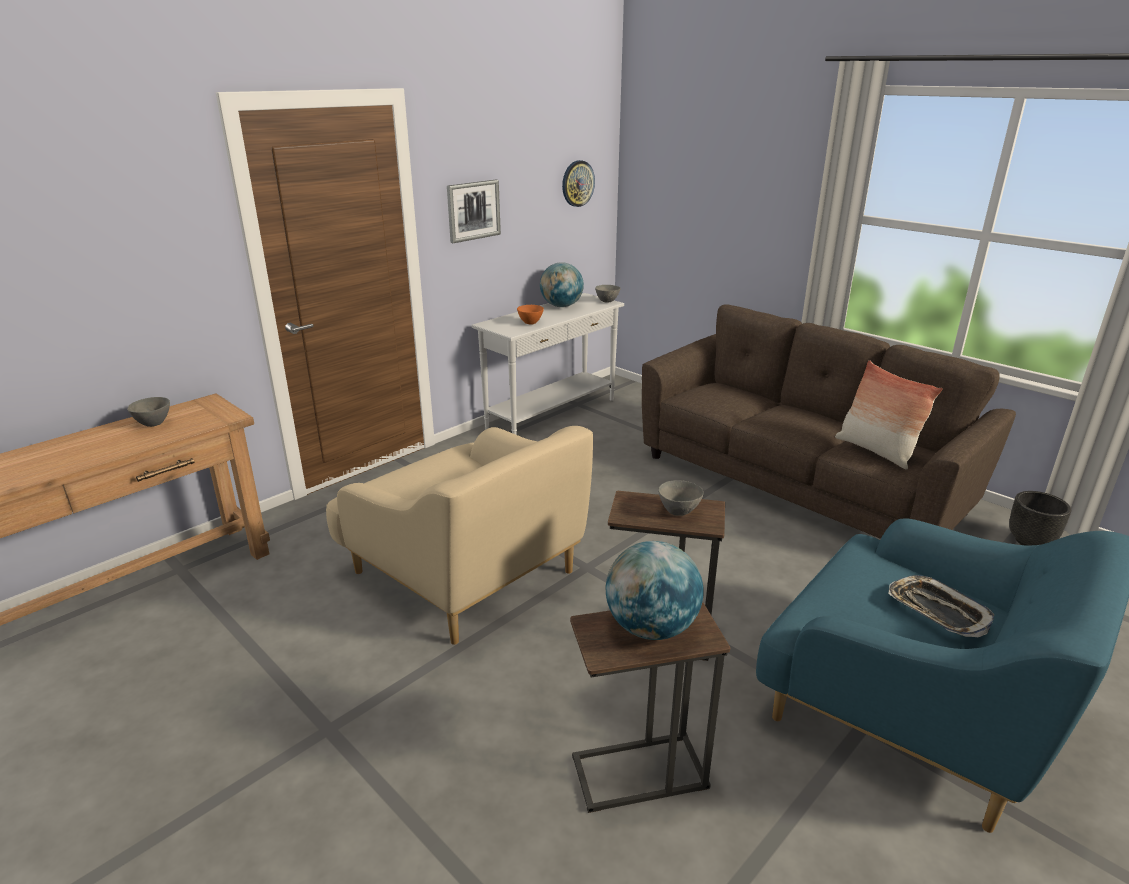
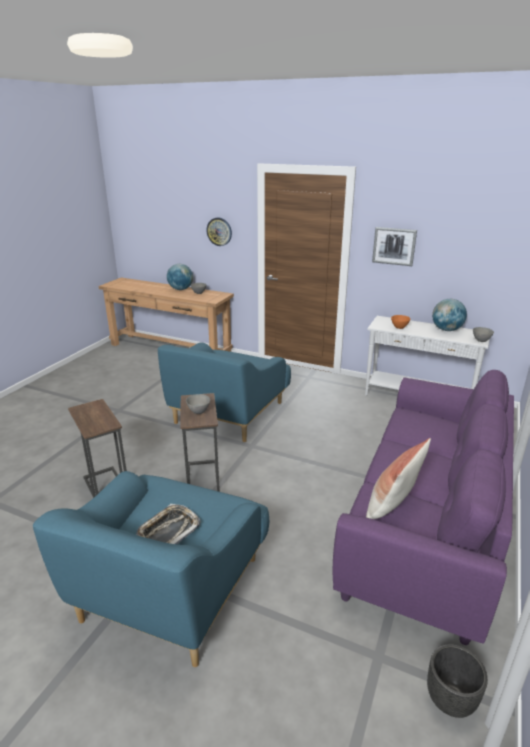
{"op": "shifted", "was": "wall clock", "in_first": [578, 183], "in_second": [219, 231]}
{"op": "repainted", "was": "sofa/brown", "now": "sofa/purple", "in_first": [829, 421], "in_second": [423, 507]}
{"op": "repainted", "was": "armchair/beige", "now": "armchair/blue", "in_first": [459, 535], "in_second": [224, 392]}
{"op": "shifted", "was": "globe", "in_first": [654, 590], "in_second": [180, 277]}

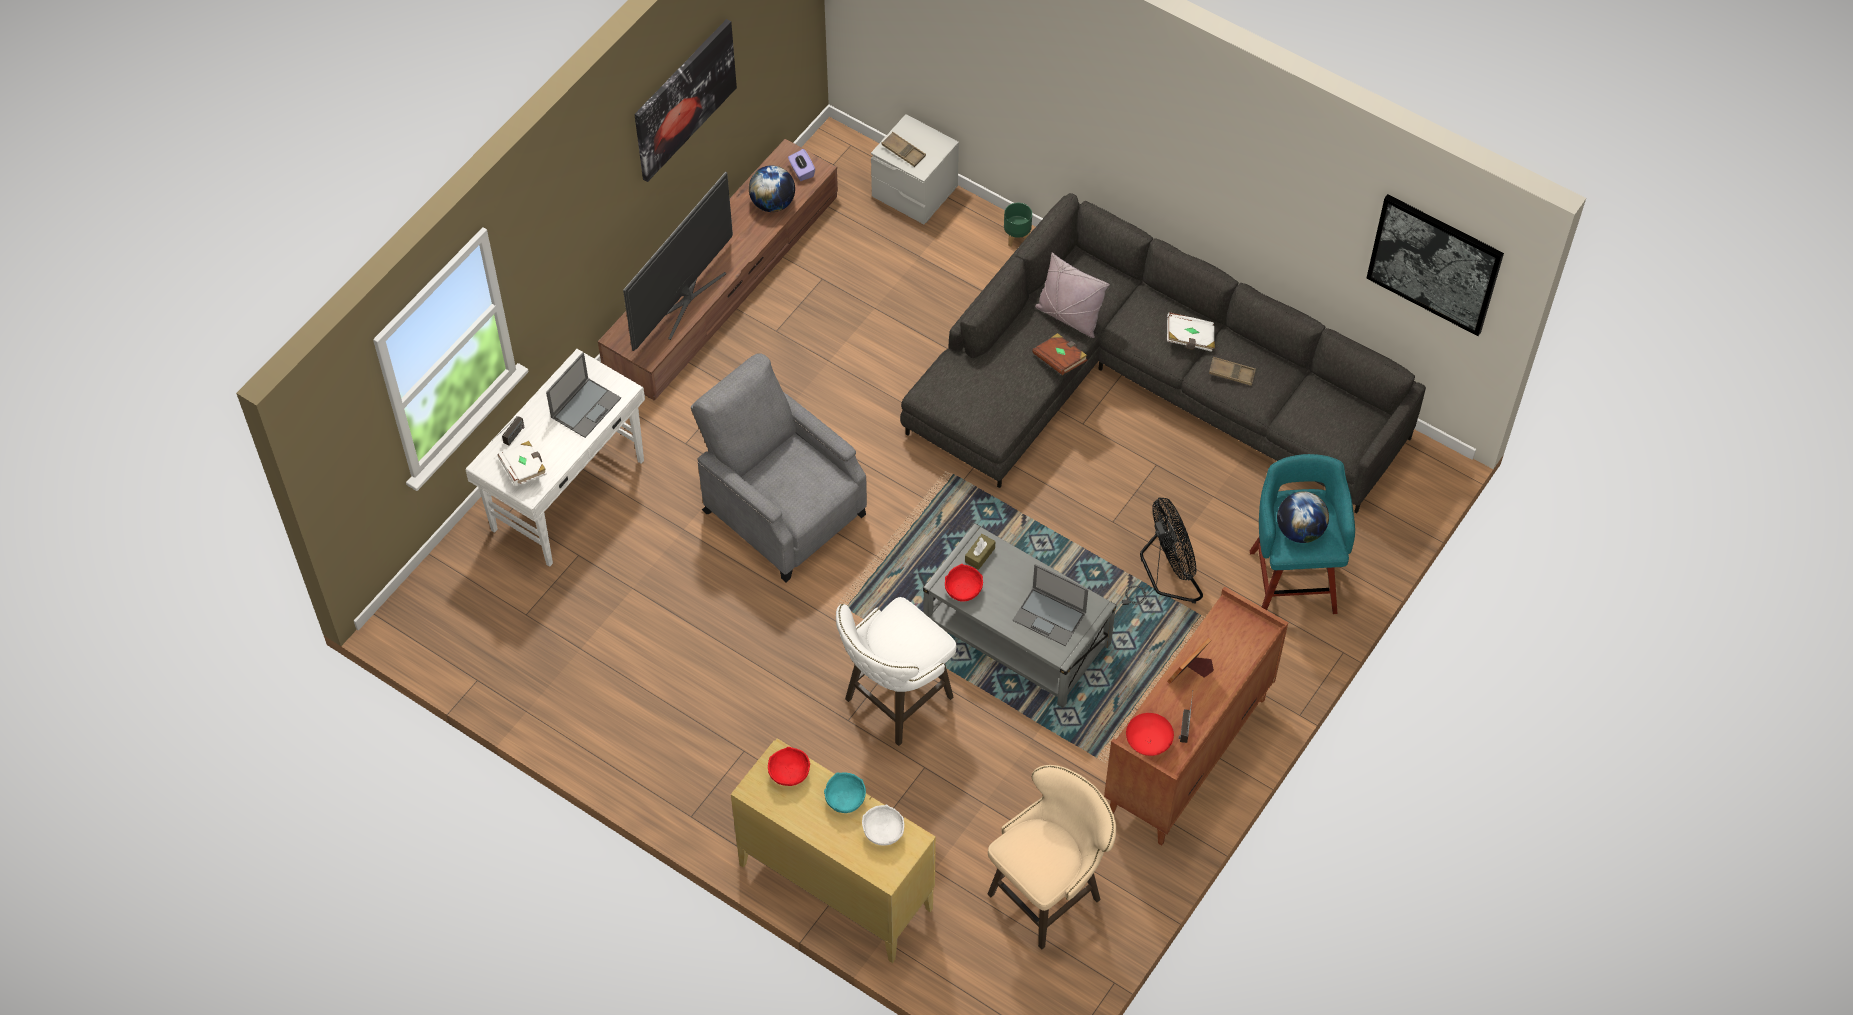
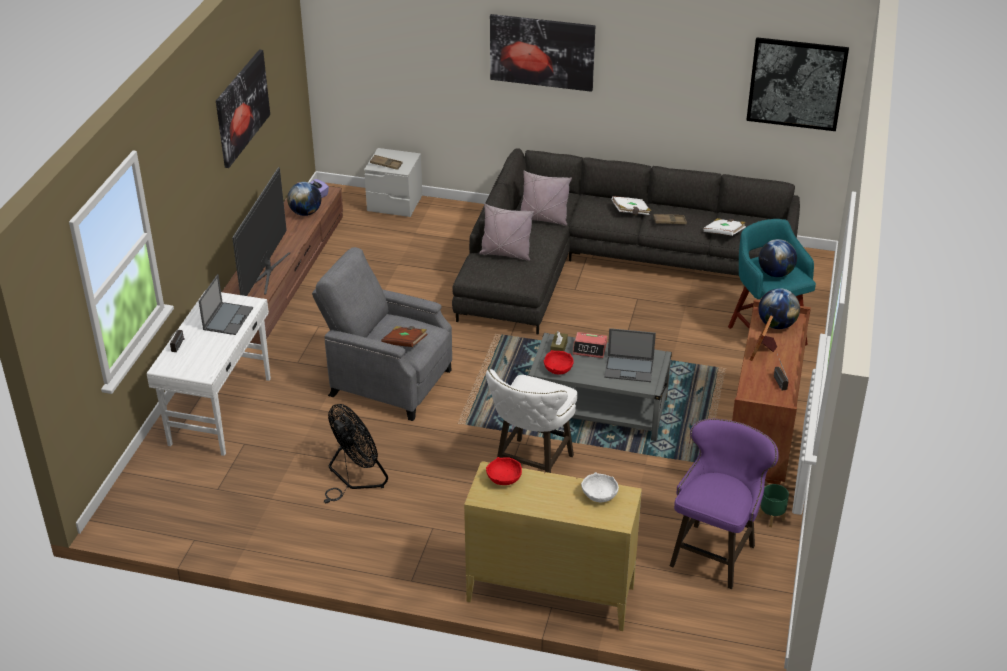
{"op": "shifted", "was": "planter/green", "in_first": [1018, 225], "in_second": [774, 505]}
{"op": "shifted", "was": "book/brown", "in_first": [1060, 354], "in_second": [404, 336]}
{"op": "shifted", "was": "book/white", "in_first": [522, 463], "in_second": [724, 227]}
{"op": "shifted", "was": "fan/black", "in_first": [1161, 551], "in_second": [355, 454]}
{"op": "gone", "was": "bowl/red", "in_first": [1150, 734]}
{"op": "repainted", "was": "stool/beige", "now": "stool/purple", "in_first": [1052, 857], "in_second": [724, 504]}
{"op": "gone", "was": "bowl/turquoise", "in_first": [845, 792]}
{"op": "new", "now": "picture", "in_second": [542, 53]}
{"op": "new", "now": "pillow/purple", "in_second": [506, 232]}
{"op": "new", "now": "globe", "in_second": [779, 308]}
{"op": "new", "now": "alarm clock", "in_second": [590, 345]}

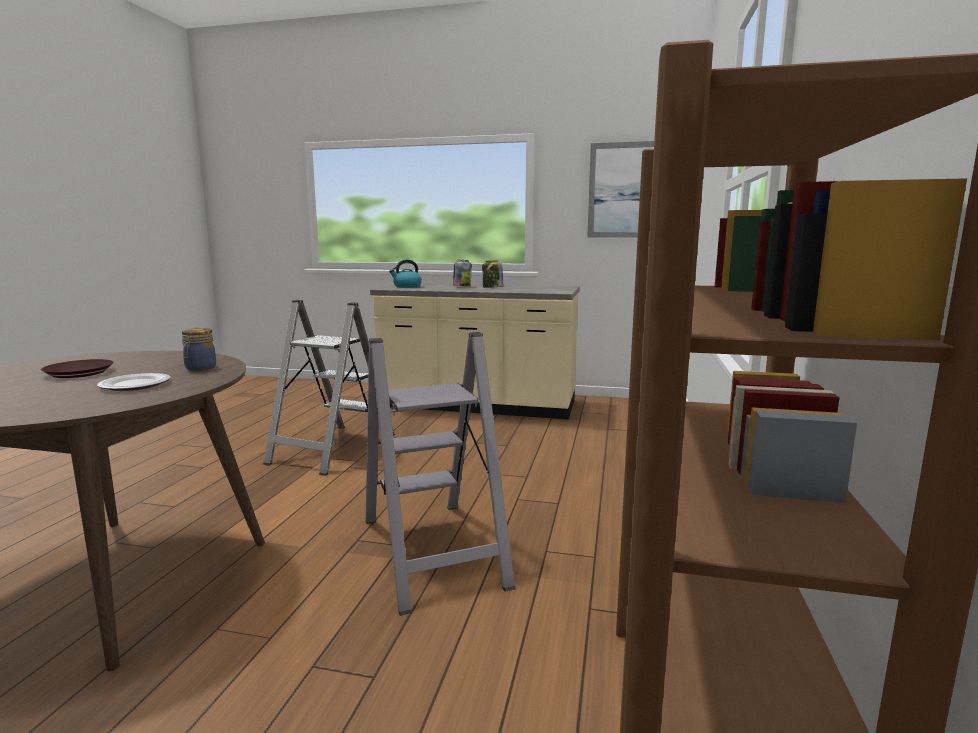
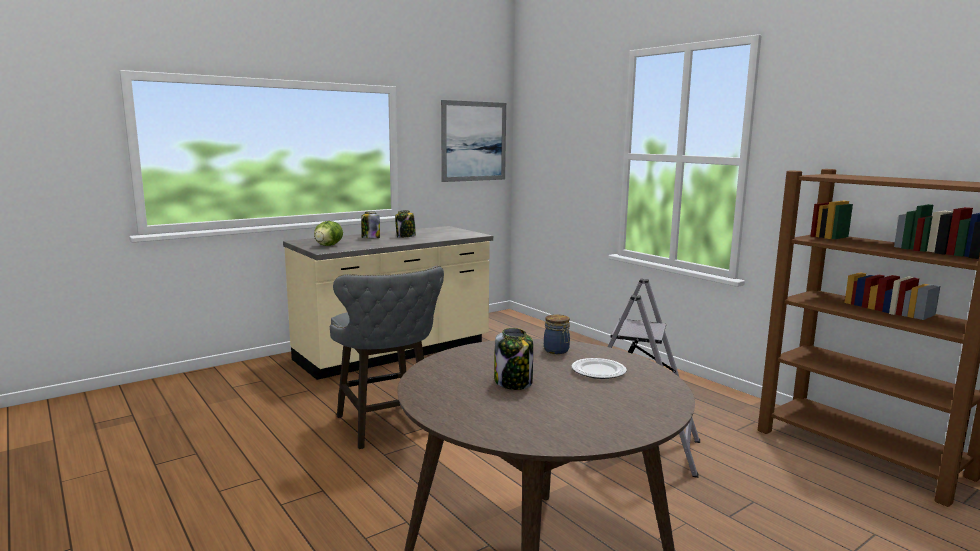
{"op": "swapped", "was": "kettle", "now": "lettuce", "in_first": [405, 274], "in_second": [328, 233]}
{"op": "swapped", "was": "step ladder/grey", "now": "stool/grey", "in_first": [329, 388], "in_second": [387, 357]}
{"op": "swapped", "was": "plate/brown", "now": "jar", "in_first": [77, 368], "in_second": [513, 359]}

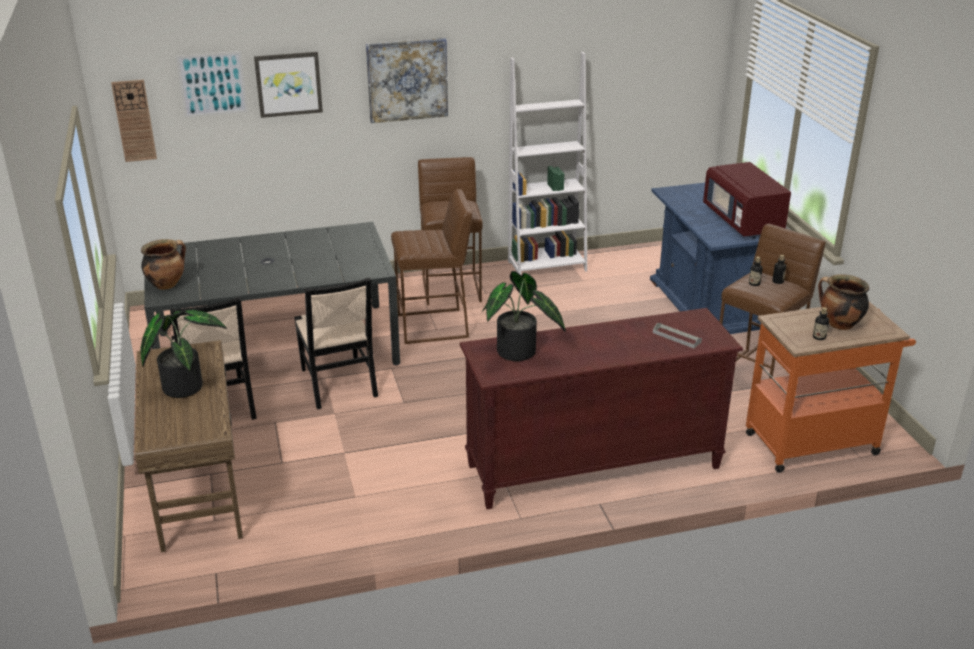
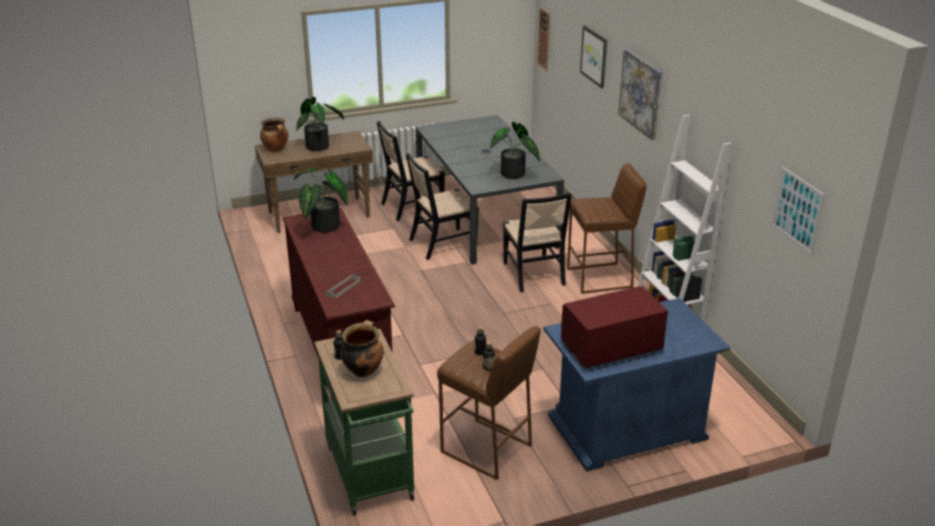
{"op": "shifted", "was": "picture", "in_first": [212, 84], "in_second": [798, 211]}
{"op": "swapped", "was": "stool/brown", "now": "chair", "in_first": [431, 266], "in_second": [537, 242]}
{"op": "shifted", "was": "cooking pot", "in_first": [163, 264], "in_second": [274, 135]}
{"op": "repainted", "was": "cart/orange", "now": "cart/green", "in_first": [831, 387], "in_second": [364, 422]}
{"op": "new", "now": "potted plant", "in_second": [515, 150]}

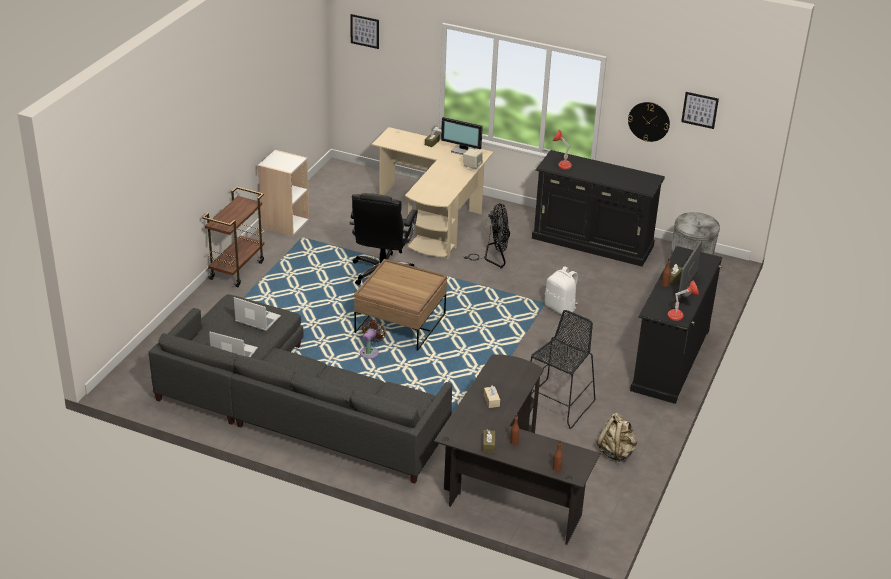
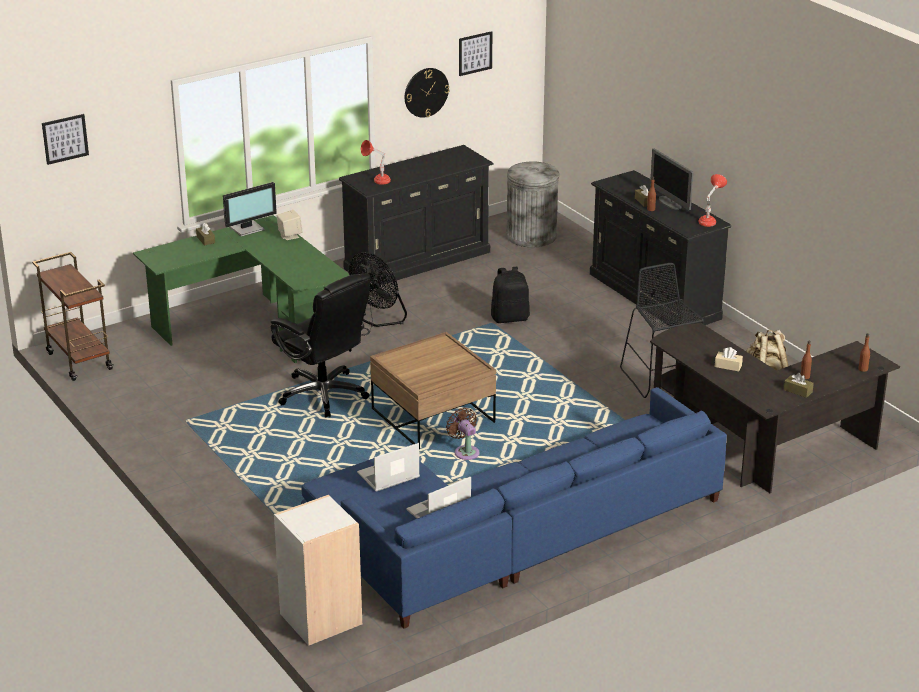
{"op": "repainted", "was": "desk/beige", "now": "desk/green", "in_first": [433, 193], "in_second": [241, 289]}
{"op": "shifted", "was": "bookcase", "in_first": [283, 193], "in_second": [318, 570]}
{"op": "shifted", "was": "cart/brown", "in_first": [233, 237], "in_second": [73, 316]}
{"op": "repainted", "was": "backpack/white", "now": "backpack/black", "in_first": [561, 290], "in_second": [510, 295]}
{"op": "repainted", "was": "sofa/grey", "now": "sofa/blue", "in_first": [300, 389], "in_second": [514, 507]}

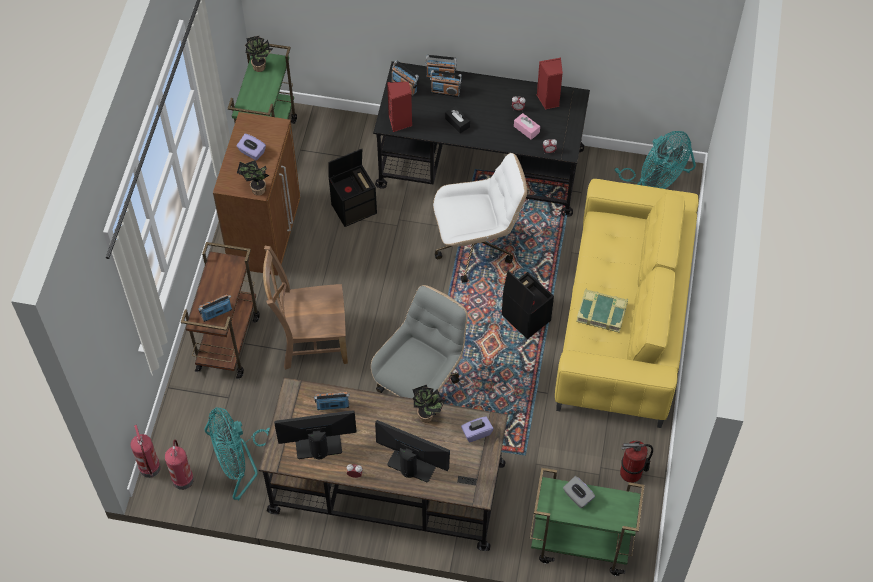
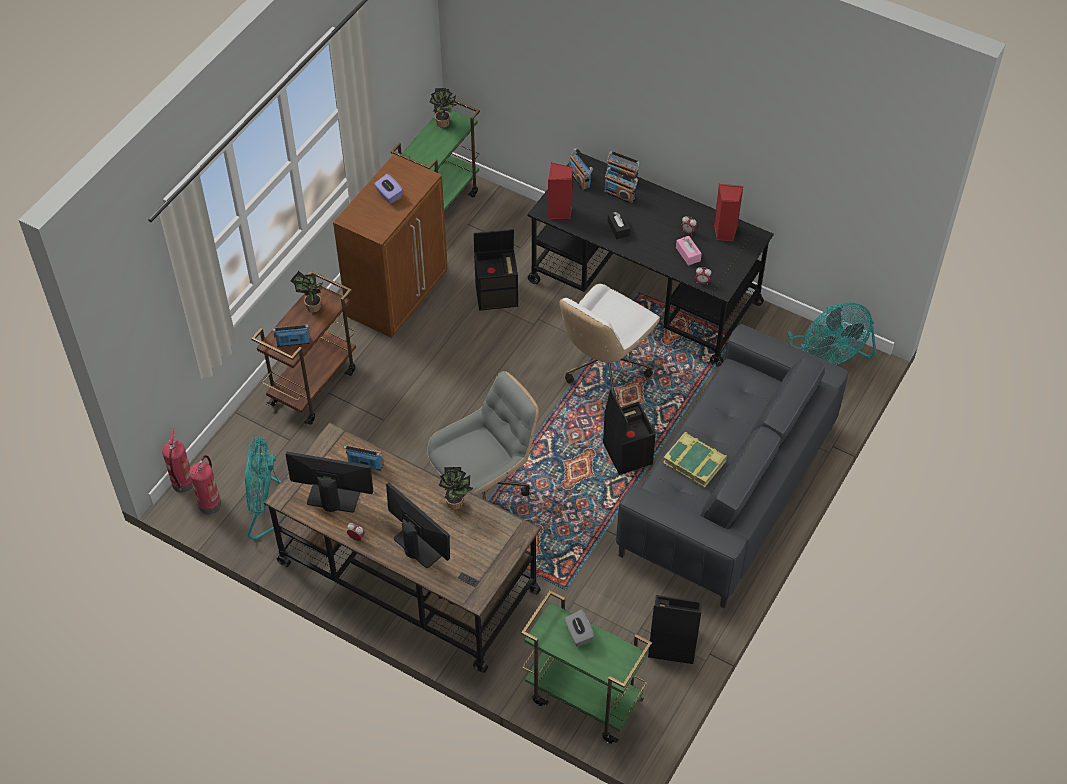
{"op": "rotated", "was": "office chair/white", "in_first": [480, 218], "in_second": [609, 341], "clockwise": 120}
{"op": "shifted", "was": "potted plant", "in_first": [253, 177], "in_second": [306, 291]}
{"op": "repainted", "was": "sofa/yellow", "now": "sofa/grey", "in_first": [627, 303], "in_second": [732, 466]}
{"op": "gone", "was": "chair/brown", "in_first": [305, 308]}
{"op": "gone", "was": "tissue box/purple", "in_first": [477, 429]}
{"op": "swapped", "was": "fire extinguisher", "now": "storage box/black", "in_first": [636, 462], "in_second": [675, 629]}

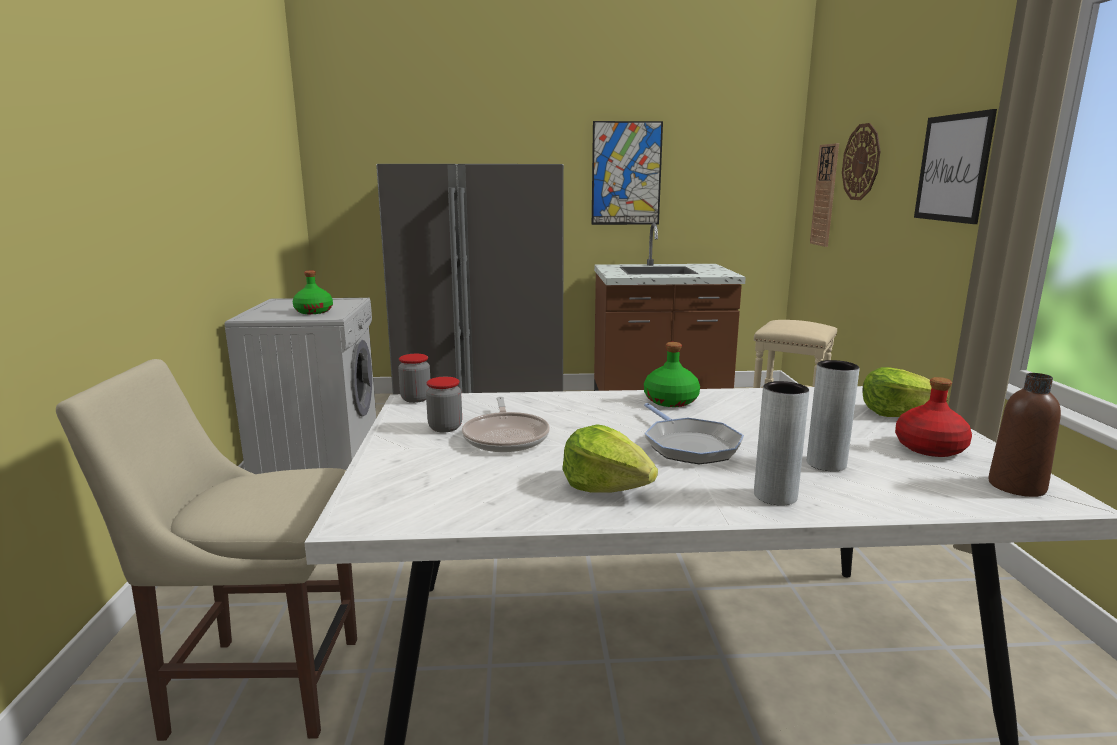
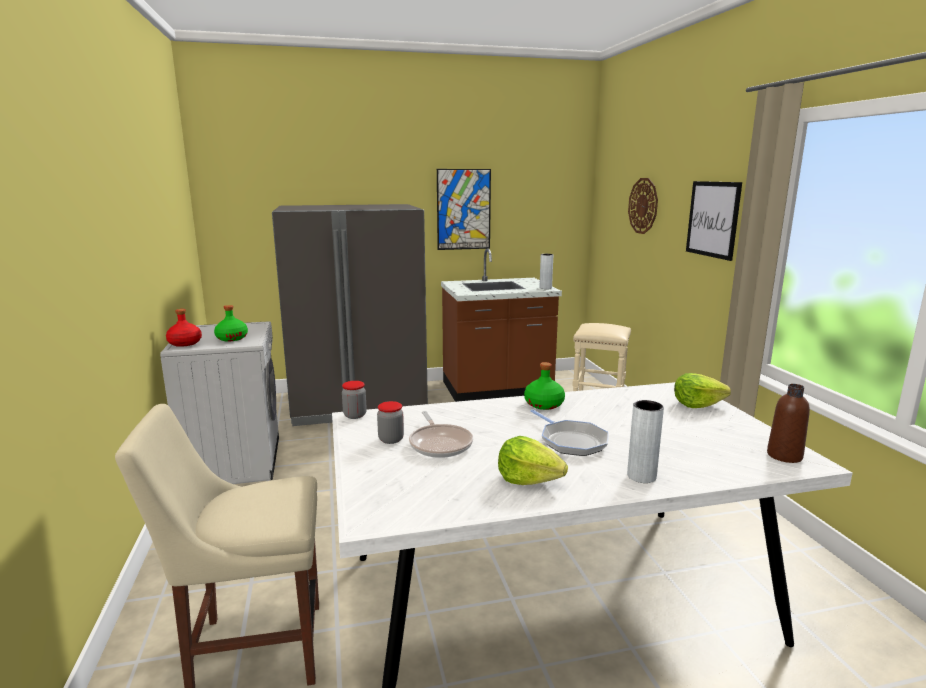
{"op": "gone", "was": "wall clock", "in_first": [824, 195]}
{"op": "shifted", "was": "vase/grey", "in_first": [833, 415], "in_second": [546, 271]}
{"op": "shifted", "was": "bottle/red", "in_first": [933, 417], "in_second": [184, 328]}

